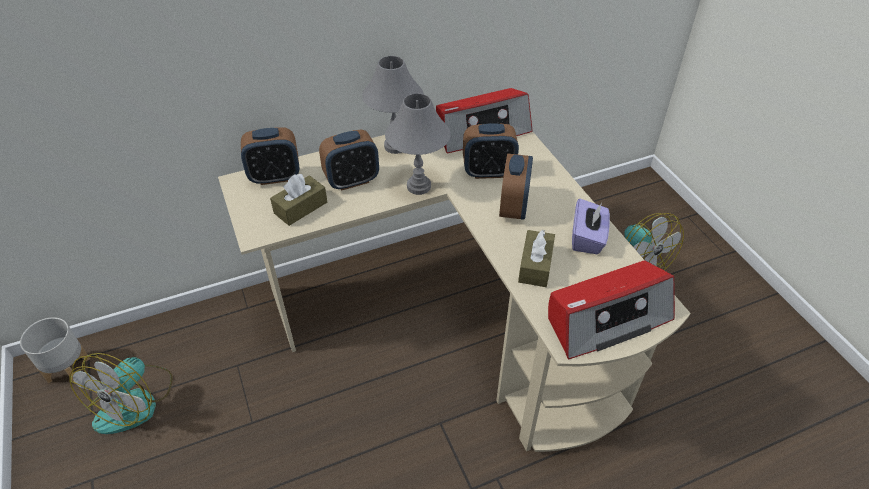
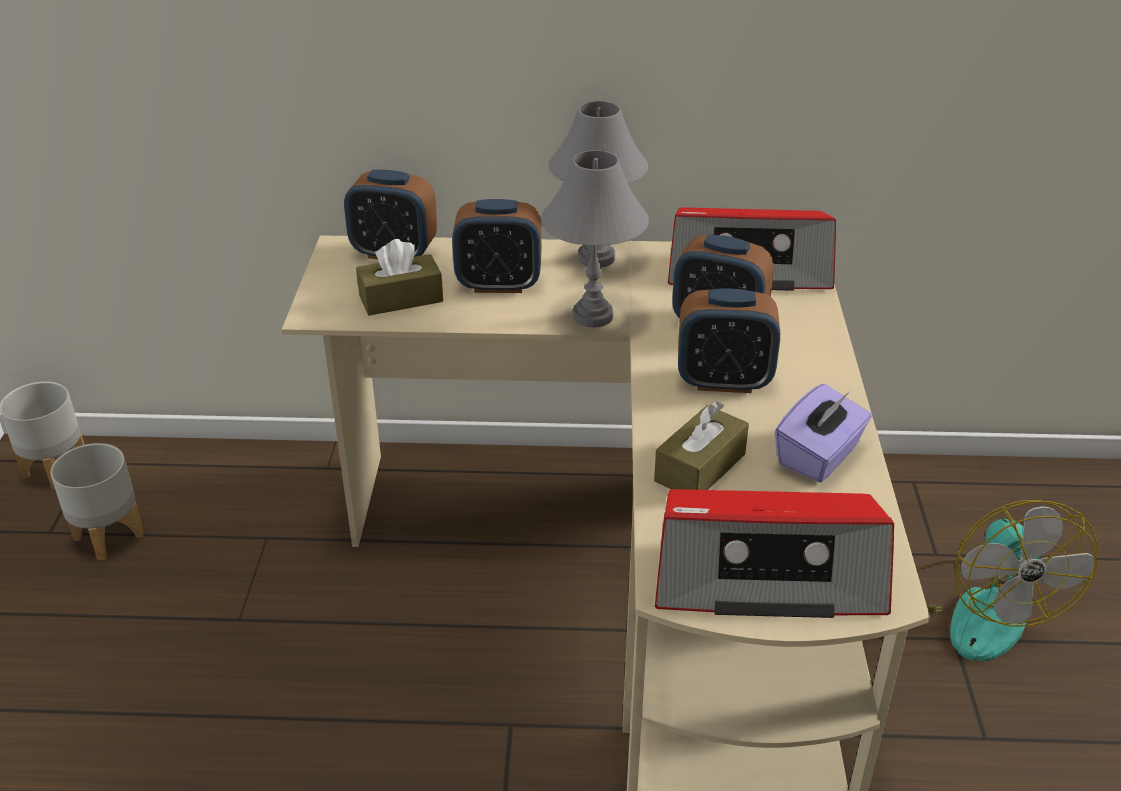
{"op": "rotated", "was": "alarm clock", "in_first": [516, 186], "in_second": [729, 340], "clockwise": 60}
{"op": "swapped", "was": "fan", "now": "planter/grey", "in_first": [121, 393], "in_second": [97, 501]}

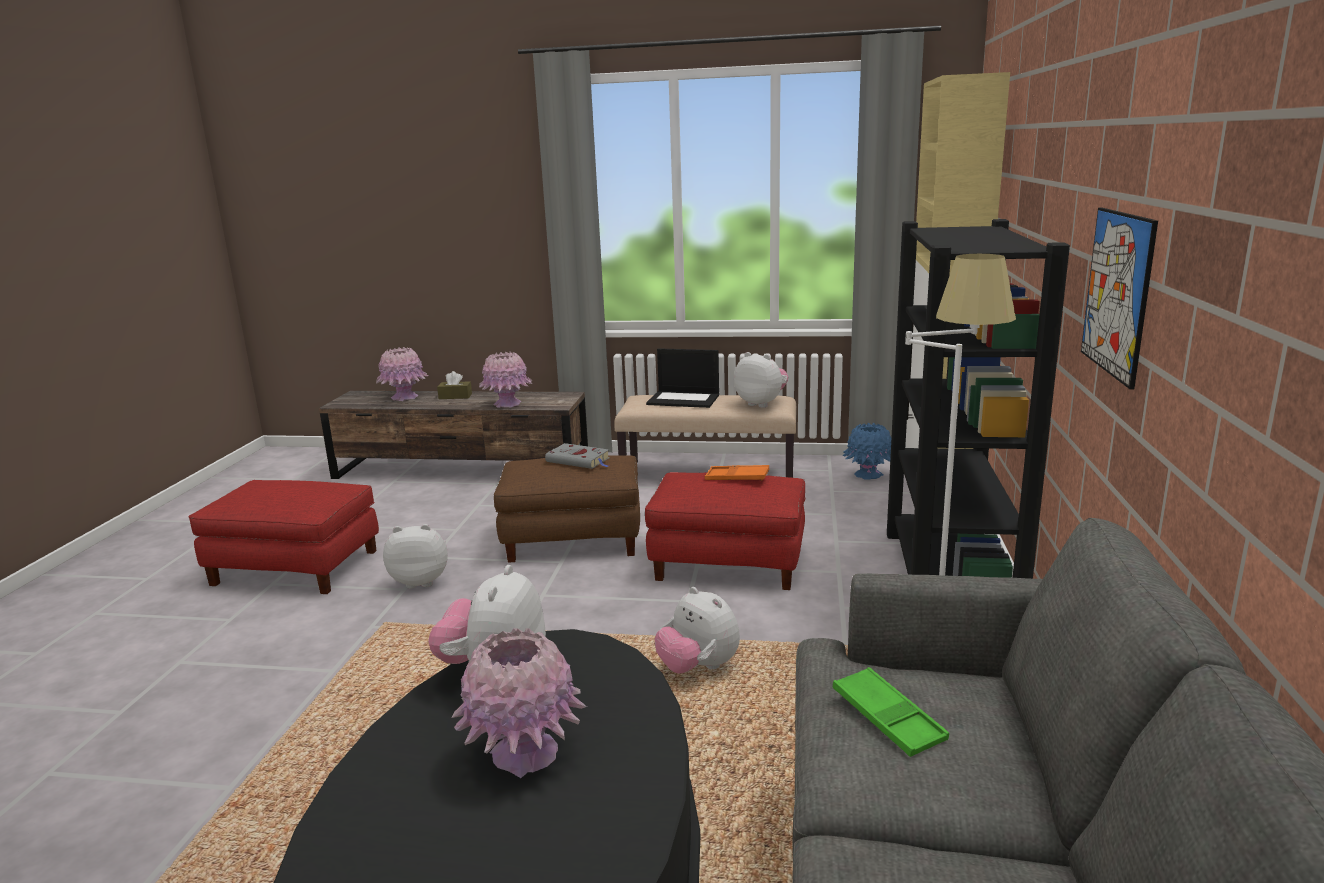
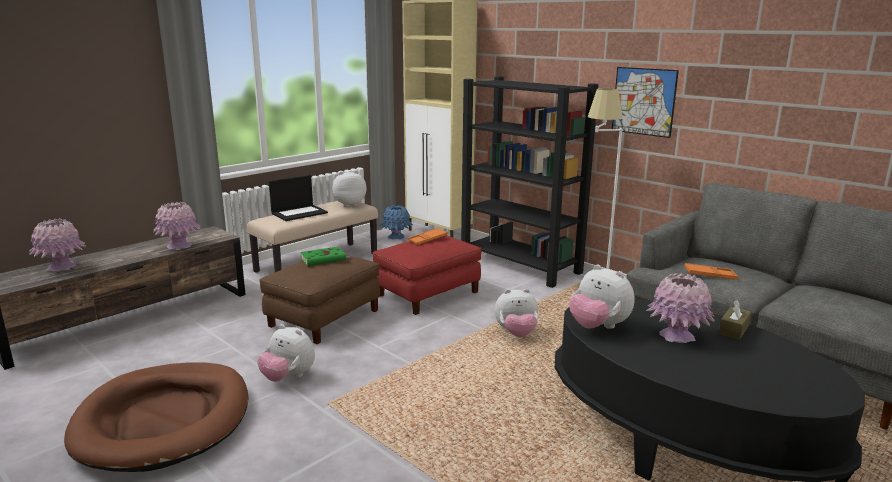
{"op": "shifted", "was": "tissue box/brown", "in_first": [454, 385], "in_second": [735, 320]}
{"op": "repainted", "was": "book/grey", "now": "book/green", "in_first": [577, 456], "in_second": [326, 256]}
{"op": "swapped", "was": "ottoman/red", "now": "dog bed/brown", "in_first": [283, 537], "in_second": [156, 417]}
{"op": "rotated", "was": "plush toy", "in_first": [415, 556], "in_second": [286, 353], "clockwise": -90}
{"op": "repainted", "was": "tray/green", "now": "tray/orange", "in_first": [890, 712], "in_second": [711, 271]}

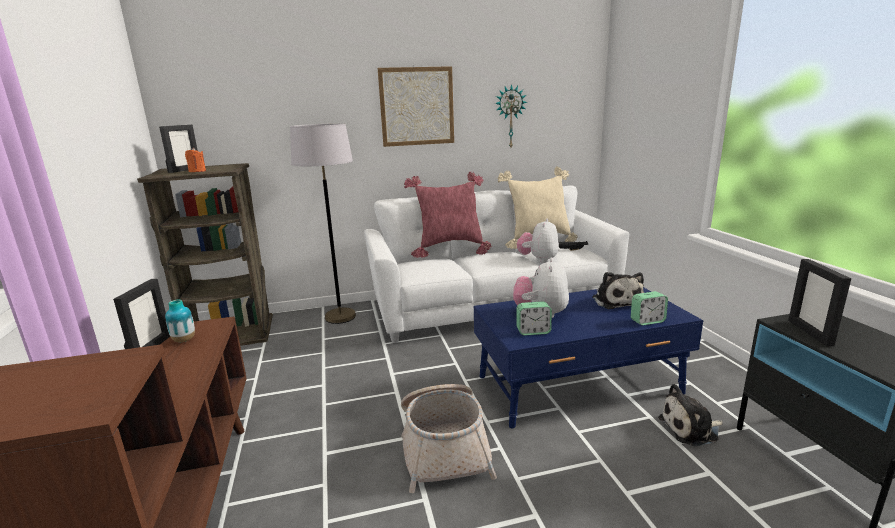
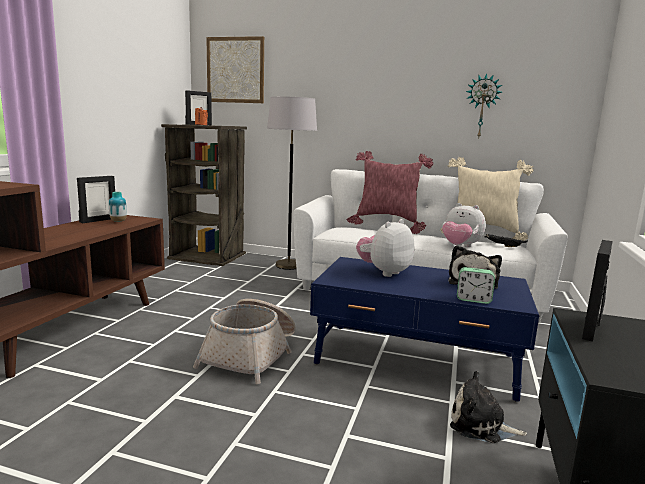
{"op": "shifted", "was": "picture", "in_first": [416, 106], "in_second": [235, 69]}
{"op": "rotated", "was": "plush toy", "in_first": [538, 240], "in_second": [464, 225], "clockwise": -105}
{"op": "gone", "was": "alarm clock", "in_first": [534, 318]}

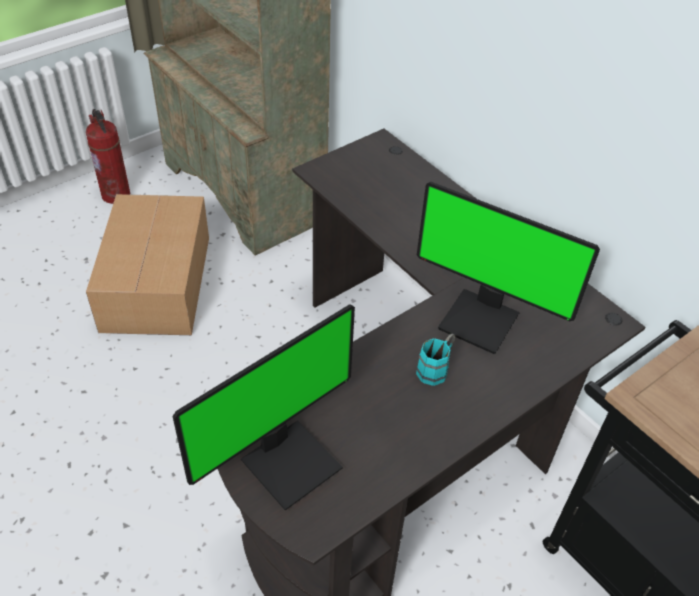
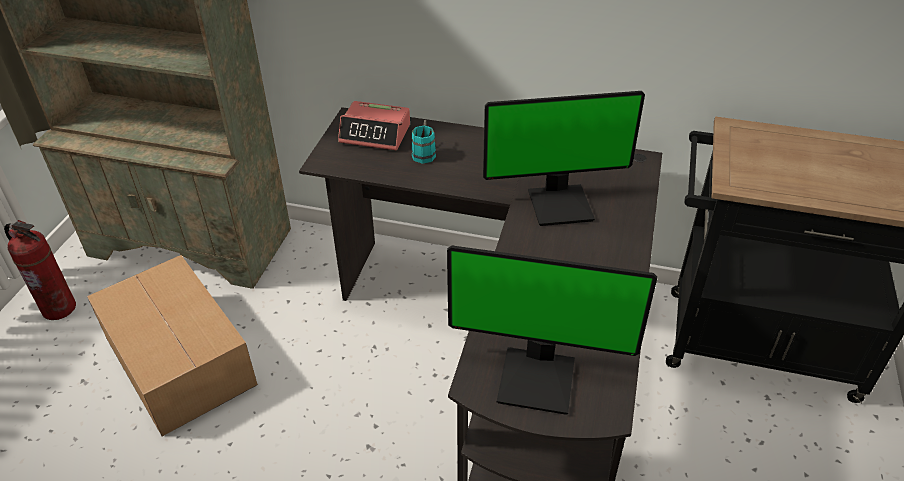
{"op": "rotated", "was": "monitor", "in_first": [263, 407], "in_second": [552, 330], "clockwise": 90}
{"op": "shifted", "was": "mug/turquoise", "in_first": [436, 359], "in_second": [423, 141]}
{"op": "new", "now": "alarm clock", "in_second": [374, 126]}

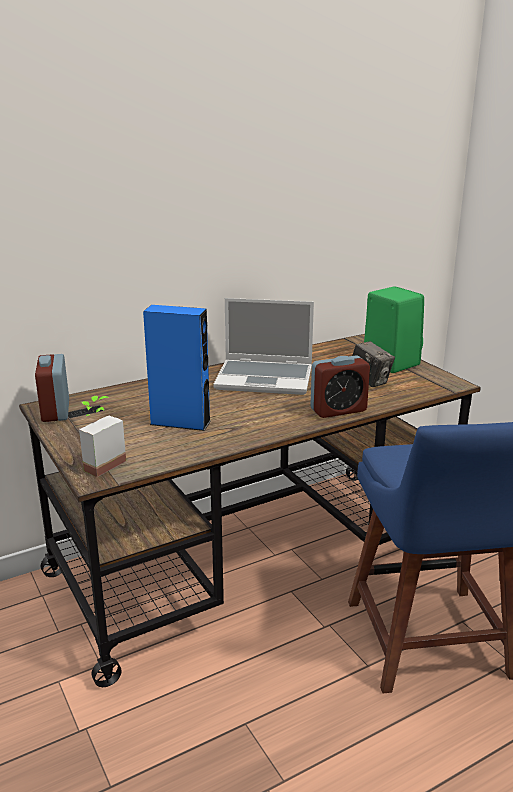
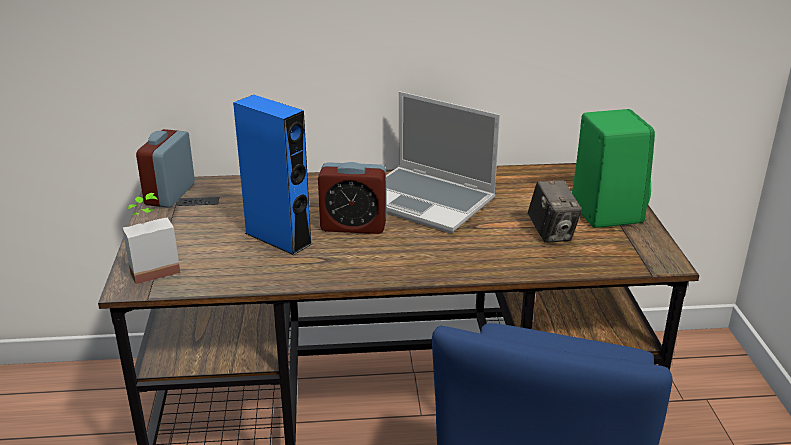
{"op": "shifted", "was": "alarm clock", "in_first": [340, 386], "in_second": [352, 198]}

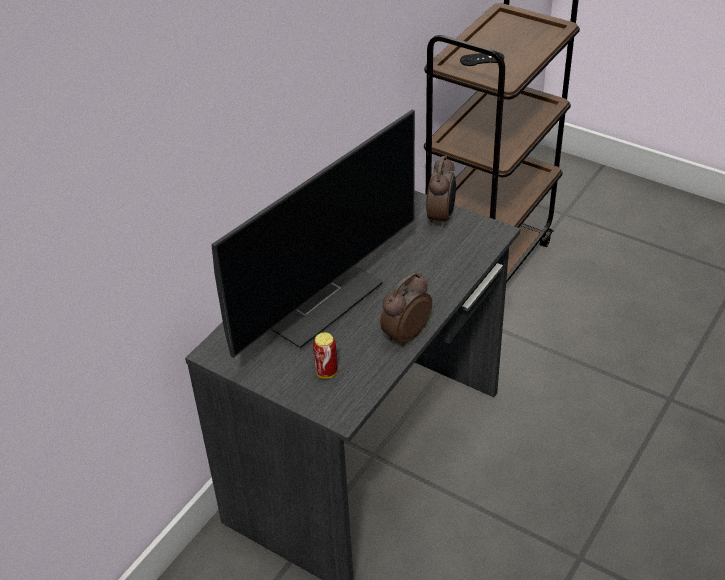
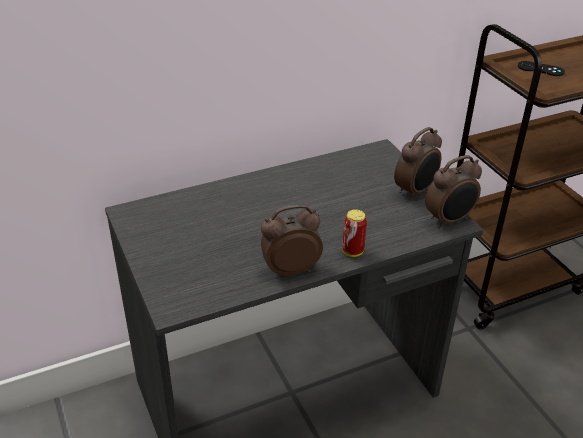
{"op": "gone", "was": "monitor", "in_first": [313, 234]}
{"op": "shifted", "was": "can", "in_first": [325, 355], "in_second": [354, 233]}
{"op": "new", "now": "alarm clock", "in_second": [453, 192]}

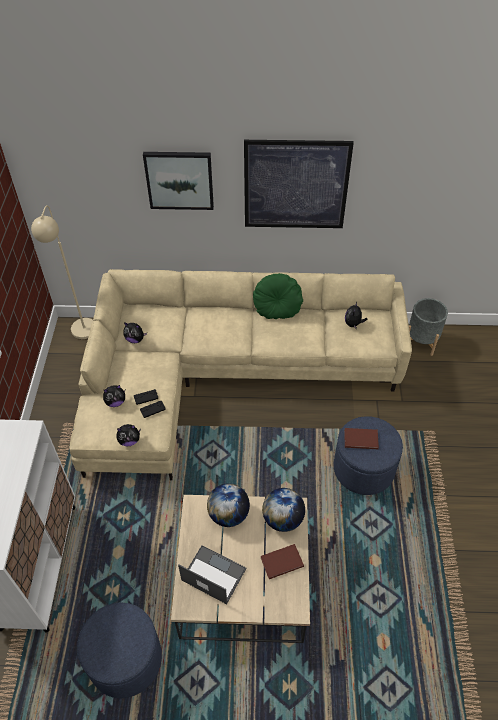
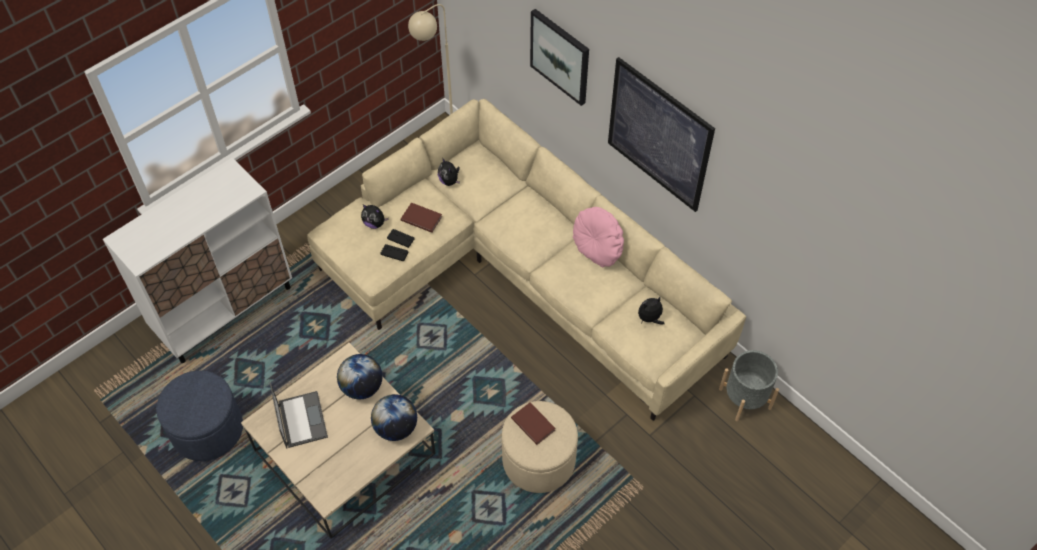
{"op": "repainted", "was": "pillow/green", "now": "pillow/pink", "in_first": [278, 296], "in_second": [598, 237]}
{"op": "repainted", "was": "ottoman/blue", "now": "ottoman/beige", "in_first": [368, 455], "in_second": [540, 447]}
{"op": "gone", "was": "plush toy", "in_first": [129, 435]}
{"op": "shifted", "was": "book/brown", "in_first": [282, 561], "in_second": [421, 218]}

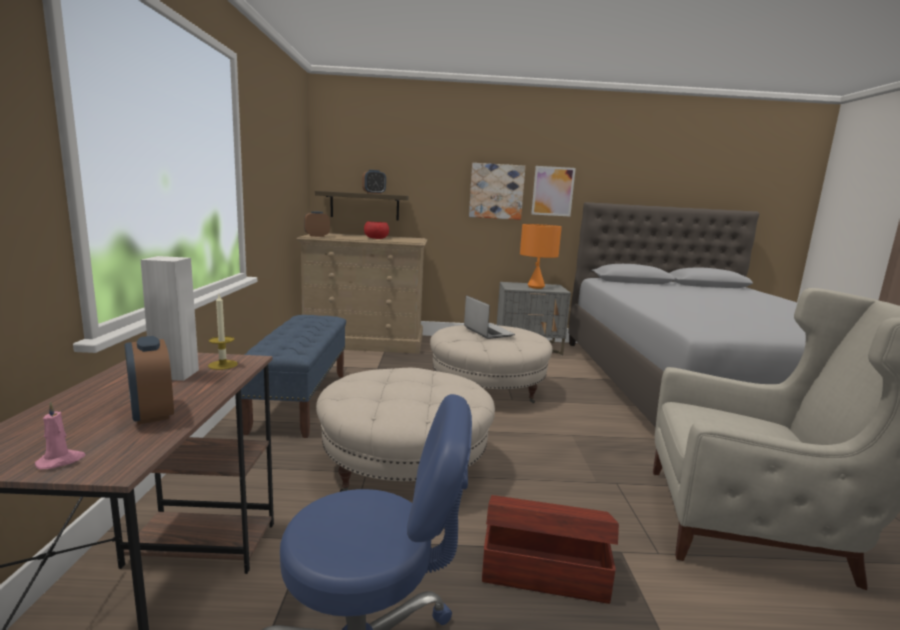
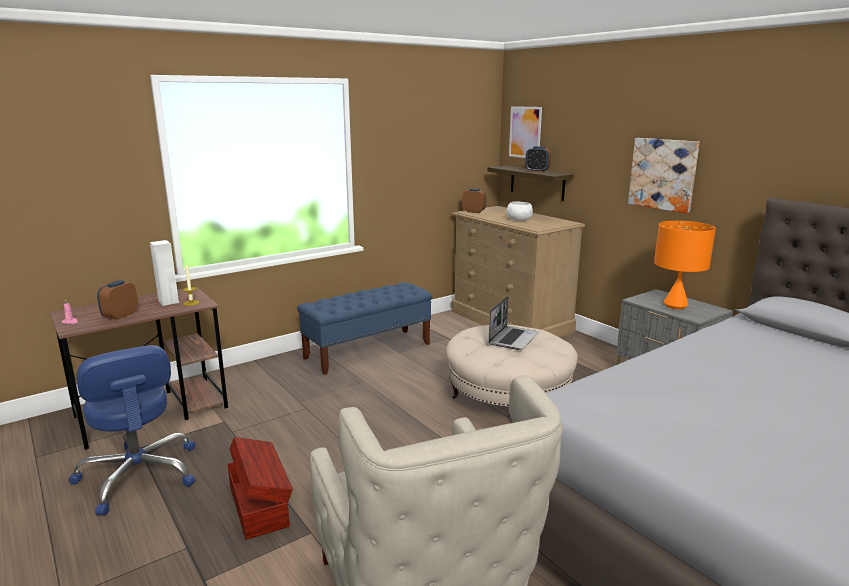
{"op": "shifted", "was": "picture", "in_first": [553, 191], "in_second": [525, 132]}
{"op": "repainted", "was": "bowl/red", "now": "bowl/white", "in_first": [376, 230], "in_second": [520, 211]}
{"op": "gone", "was": "ottoman/beige", "in_first": [405, 430]}

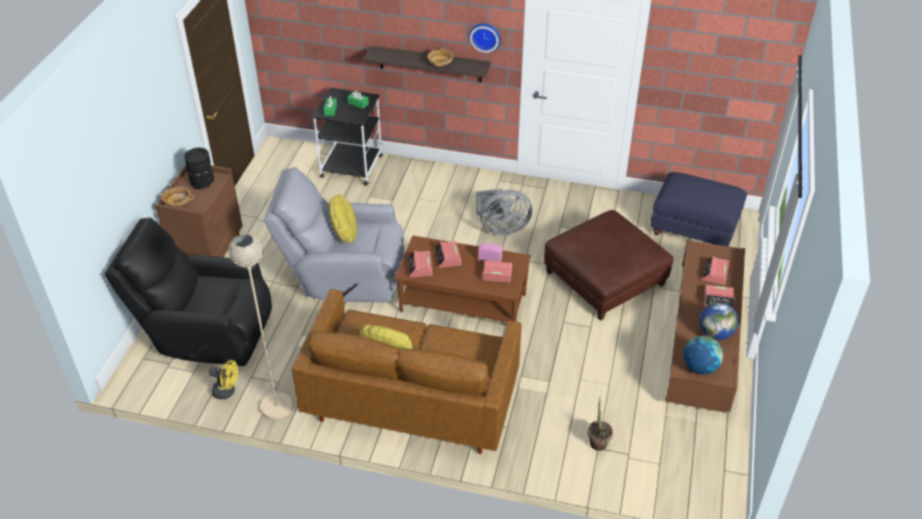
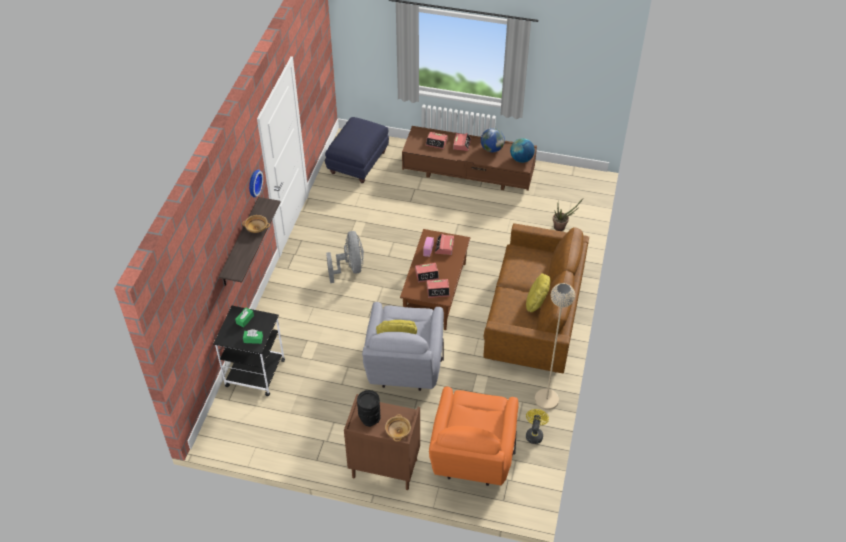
{"op": "gone", "was": "ottoman/brown", "in_first": [608, 265]}
{"op": "repainted", "was": "armchair/black", "now": "armchair/orange", "in_first": [188, 291], "in_second": [474, 436]}

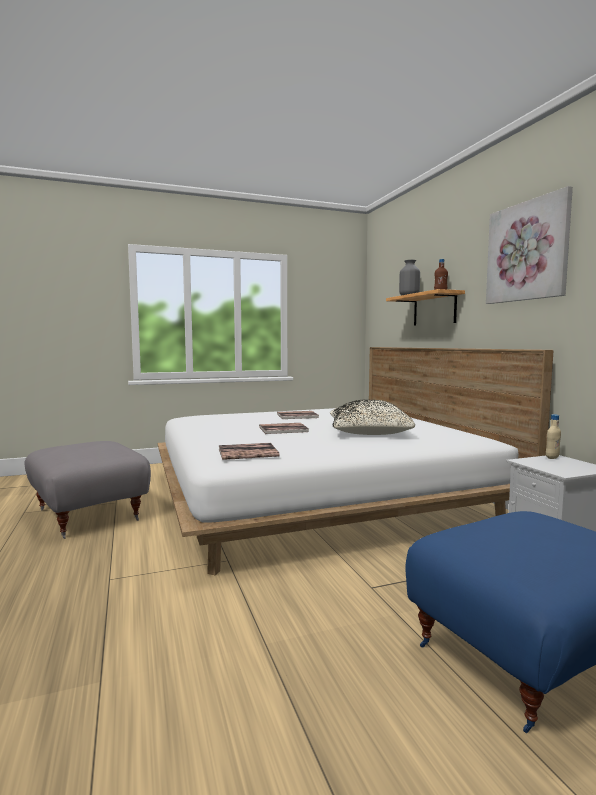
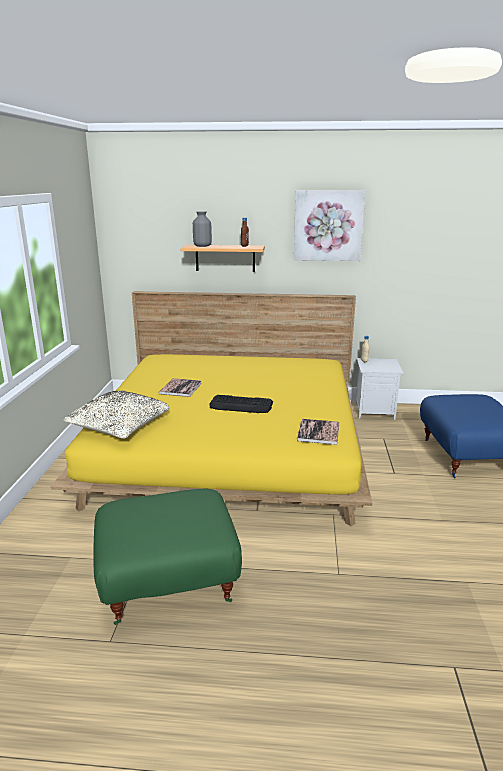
{"op": "repainted", "was": "bed/white", "now": "bed/yellow", "in_first": [356, 461], "in_second": [211, 408]}
{"op": "shifted", "was": "pillow/beige", "in_first": [373, 417], "in_second": [116, 414]}
{"op": "swapped", "was": "book", "now": "keyboard", "in_first": [284, 428], "in_second": [241, 404]}
{"op": "repainted", "was": "ottoman/grey", "now": "ottoman/green", "in_first": [87, 490], "in_second": [168, 557]}

